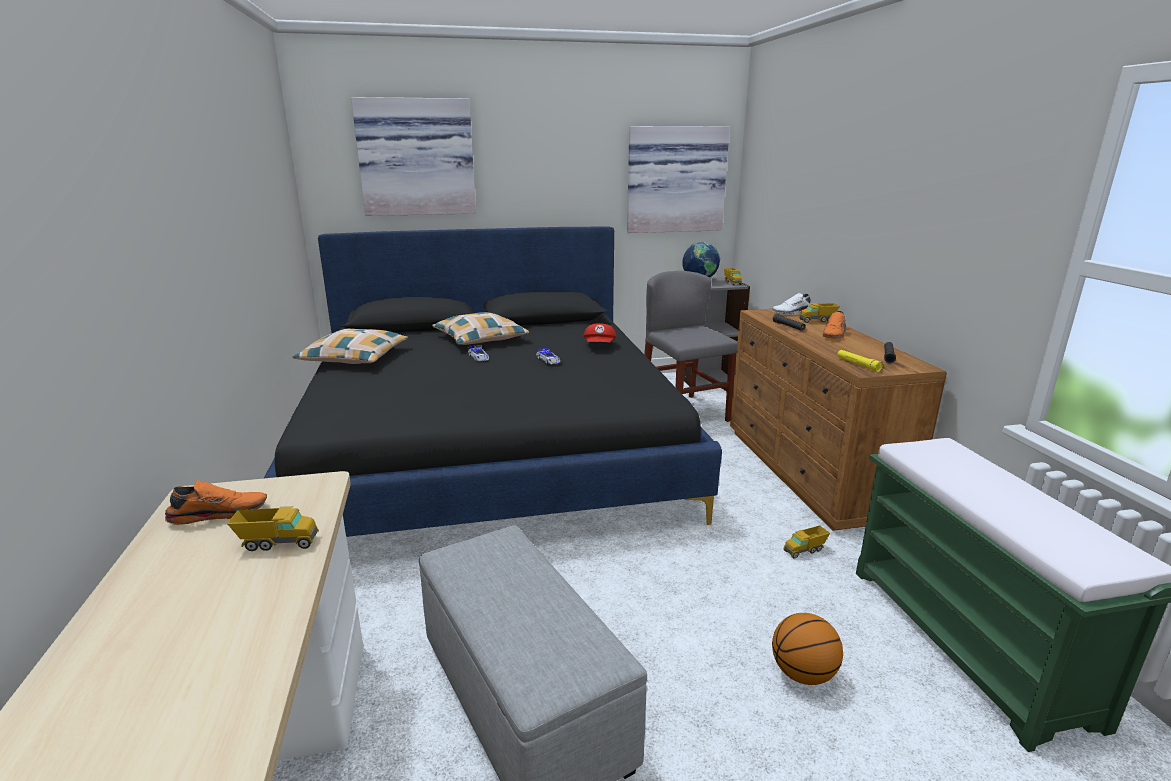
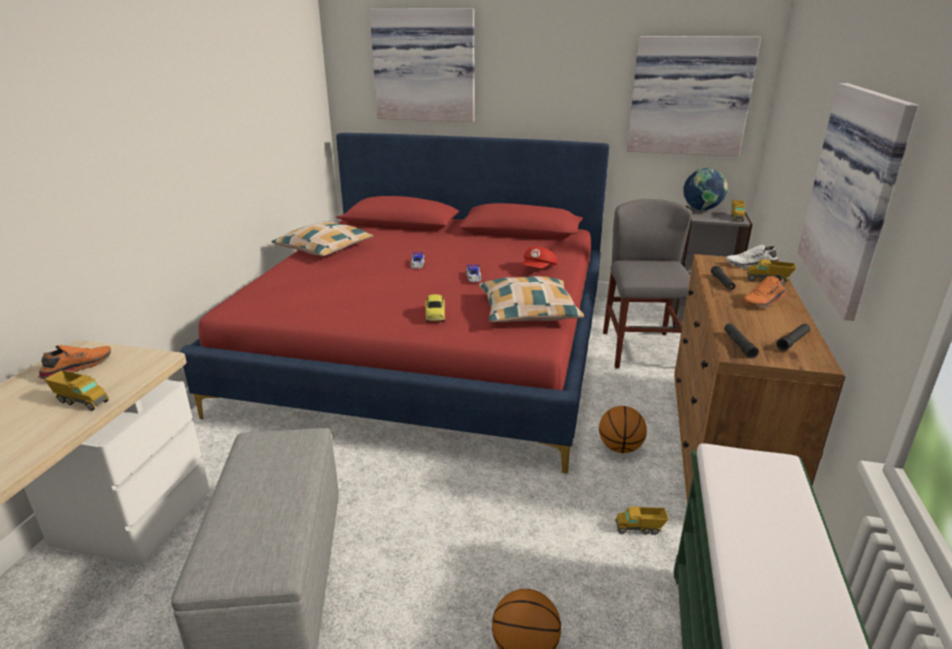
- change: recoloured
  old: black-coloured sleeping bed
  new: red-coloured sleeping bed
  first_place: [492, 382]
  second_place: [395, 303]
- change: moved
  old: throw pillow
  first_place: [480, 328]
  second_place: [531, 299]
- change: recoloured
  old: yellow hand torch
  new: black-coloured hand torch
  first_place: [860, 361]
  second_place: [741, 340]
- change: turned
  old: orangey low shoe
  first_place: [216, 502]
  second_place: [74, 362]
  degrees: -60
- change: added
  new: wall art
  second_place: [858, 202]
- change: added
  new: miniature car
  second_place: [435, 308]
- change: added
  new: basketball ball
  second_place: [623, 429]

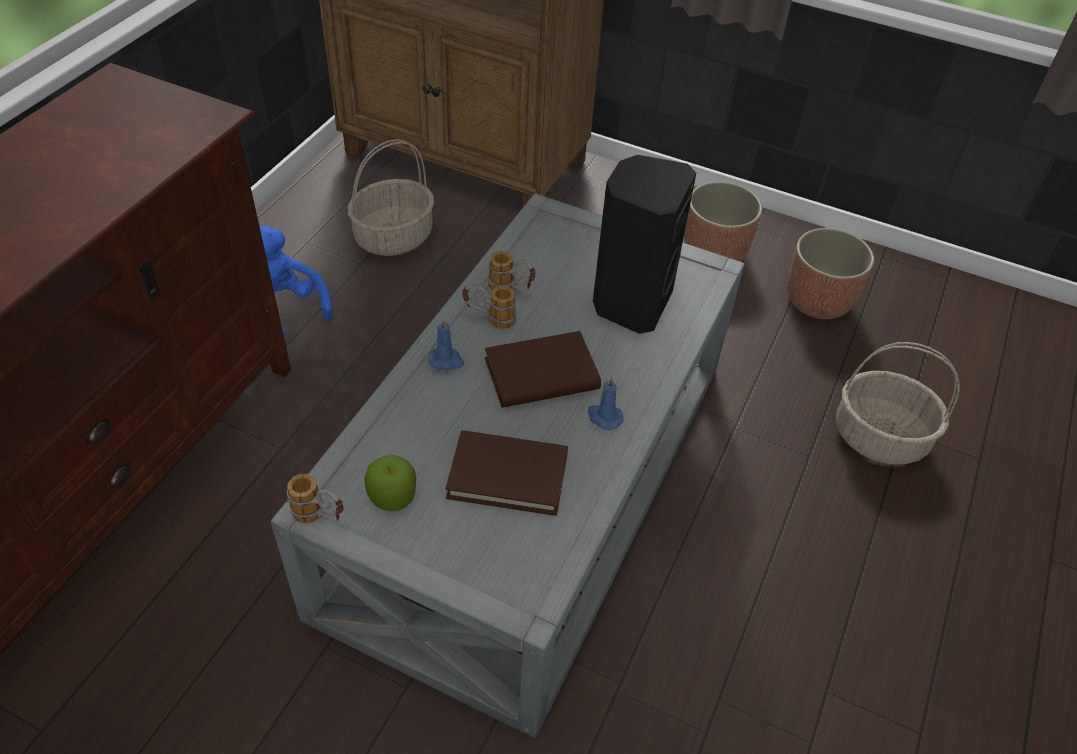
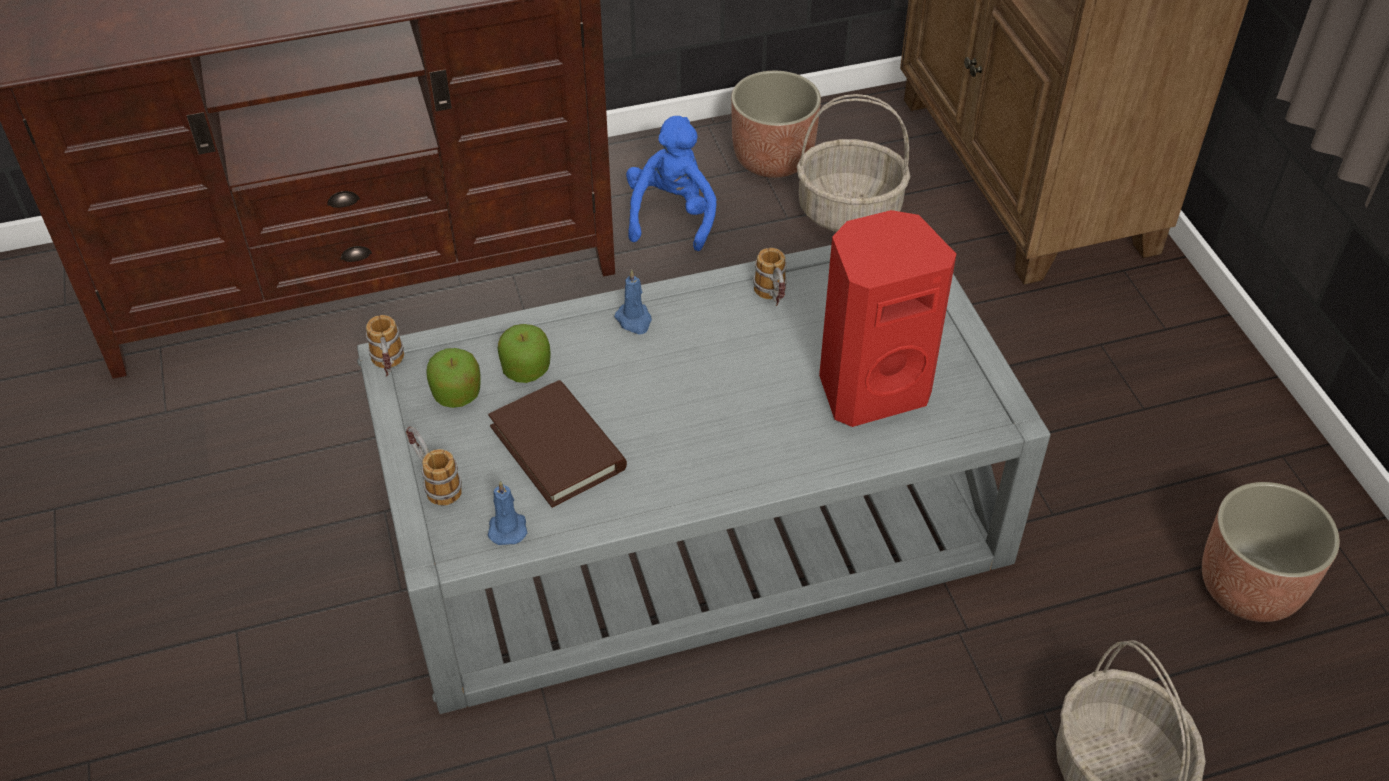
- change: recoloured
  old: black-coloured speaker
  new: red-coloured speaker
  first_place: [644, 244]
  second_place: [887, 318]
- change: moved
  old: flower pot
  first_place: [723, 221]
  second_place: [776, 124]
- change: moved
  old: mug
  first_place: [489, 306]
  second_place: [434, 466]
- change: removed
  old: brown volume
  first_place: [543, 369]
- change: moved
  old: bluish candle
  first_place: [605, 403]
  second_place: [507, 513]
- change: added
  new: whole apple
  second_place: [524, 353]

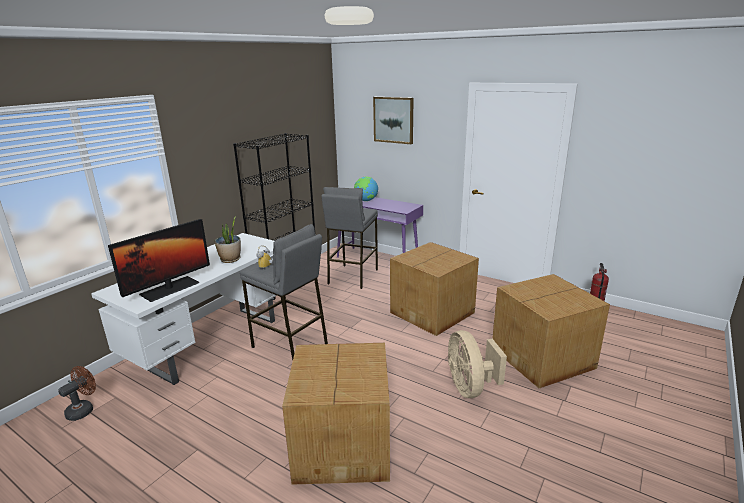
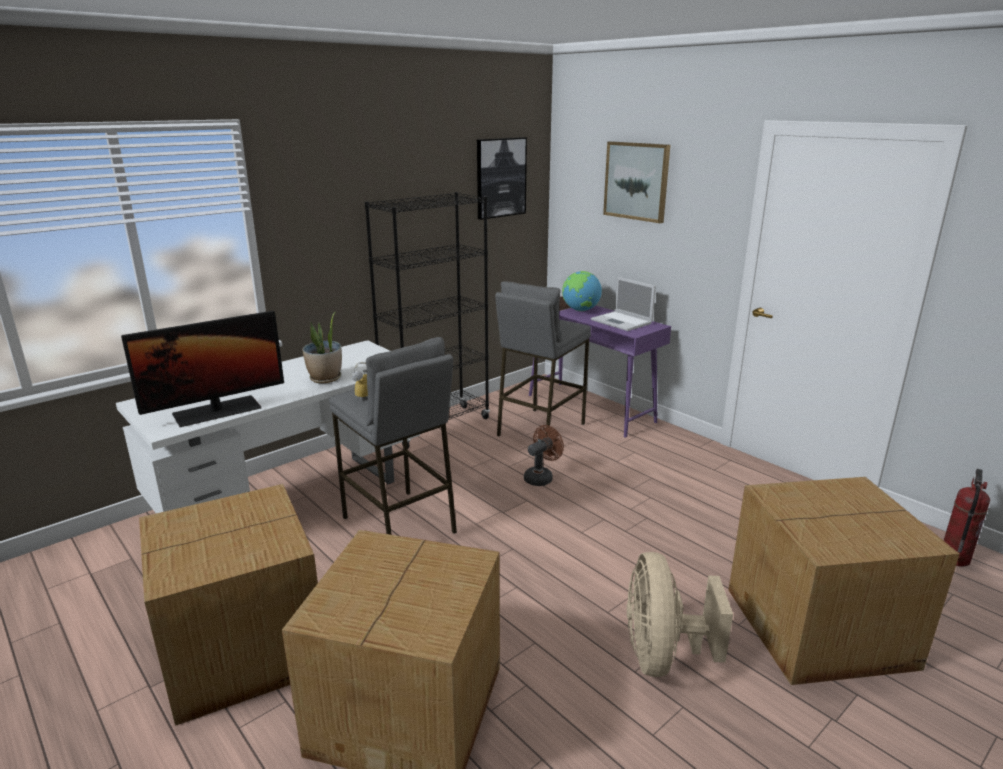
- change: moved
  old: cardboard box
  first_place: [434, 289]
  second_place: [228, 605]
- change: moved
  old: brown electric fan
  first_place: [77, 393]
  second_place: [544, 455]
- change: added
  new: wall art
  second_place: [502, 178]
- change: added
  new: notebook computer
  second_place: [623, 304]

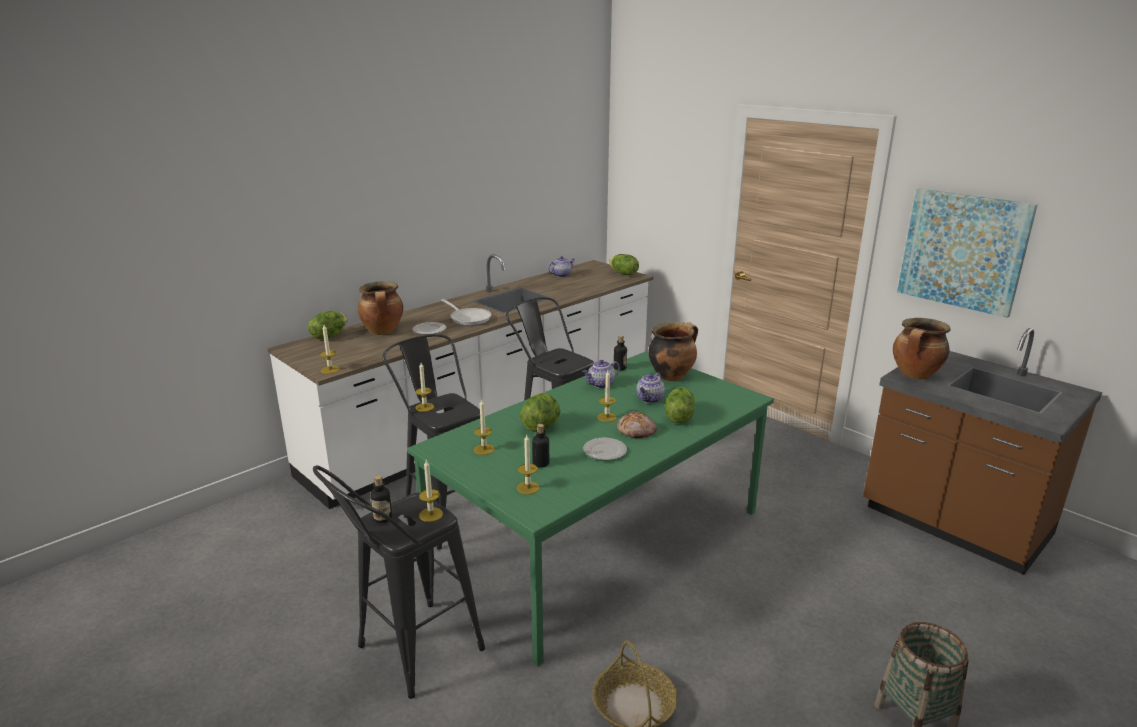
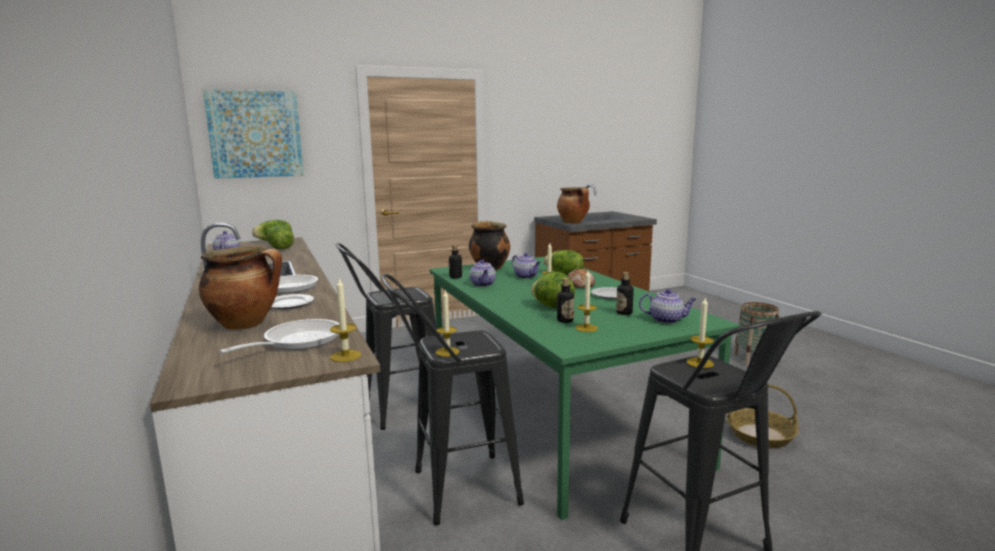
- change: moved
  old: wall art
  first_place: [967, 253]
  second_place: [253, 134]
- change: moved
  old: lettuce head
  first_place: [327, 325]
  second_place: [280, 237]
- change: replaced
  old: candle
  new: teapot
  first_place: [528, 465]
  second_place: [668, 306]
- change: moved
  old: bottle
  first_place: [381, 499]
  second_place: [565, 300]
- change: added
  new: frying pan
  second_place: [279, 336]

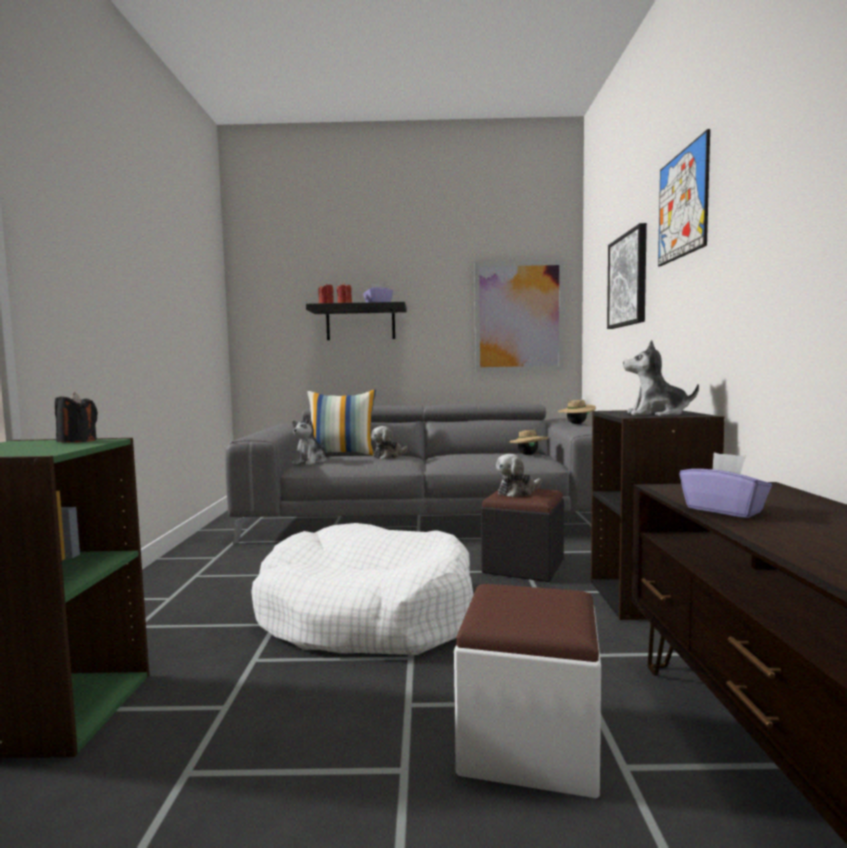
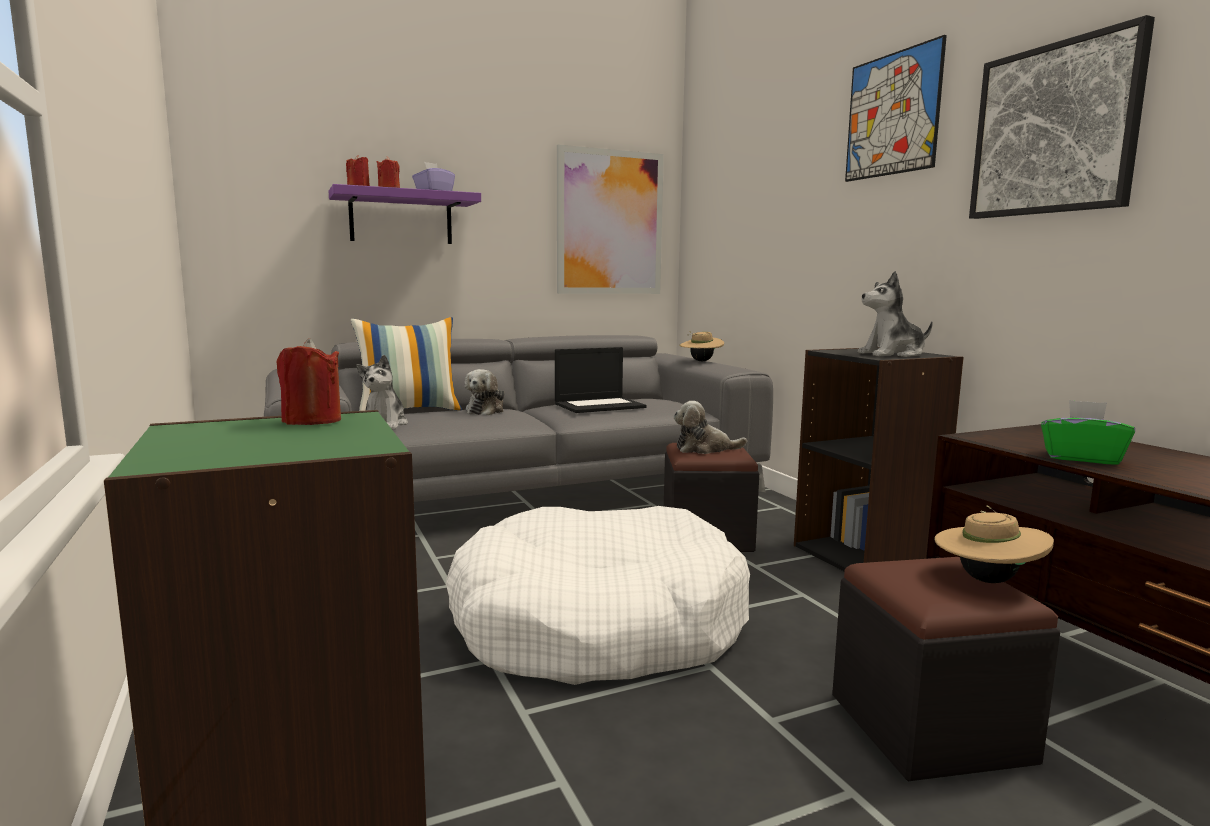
- change: moved
  old: wall art
  first_place: [627, 276]
  second_place: [1062, 117]
- change: recoloured
  old: black-coloured shelf
  new: purple shelf
  first_place: [356, 321]
  second_place: [405, 214]
- change: recoloured
  old: black-coloured candle
  new: red-coloured candle
  first_place: [76, 417]
  second_place: [309, 381]
- change: moved
  old: beige wearable hat
  first_place: [528, 442]
  second_place: [994, 544]
- change: recoloured
  old: purple tissue holder
  new: greenish tissue holder
  first_place: [726, 485]
  second_place: [1088, 432]
- change: turned
  old: soft toy
  first_place: [518, 475]
  second_place: [710, 427]
  degrees: 60
- change: recoloured
  old: whitish footrest
  new: black-coloured footrest
  first_place: [527, 691]
  second_place: [946, 669]
- change: added
  new: notebook computer
  second_place: [601, 380]

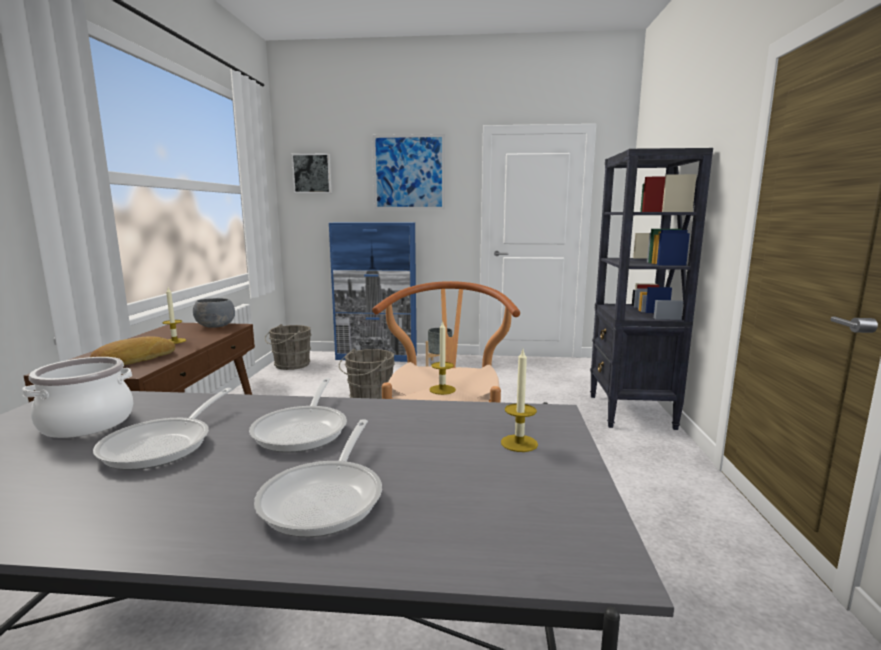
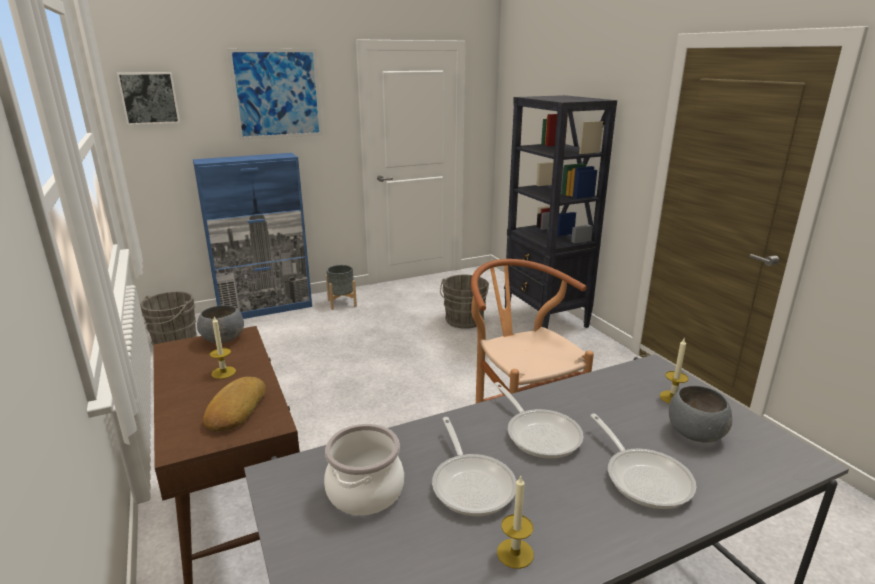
- change: moved
  old: candle
  first_place: [442, 358]
  second_place: [515, 522]
- change: moved
  old: gray bucket
  first_place: [367, 374]
  second_place: [464, 302]
- change: added
  new: gray deep dish
  second_place: [700, 414]

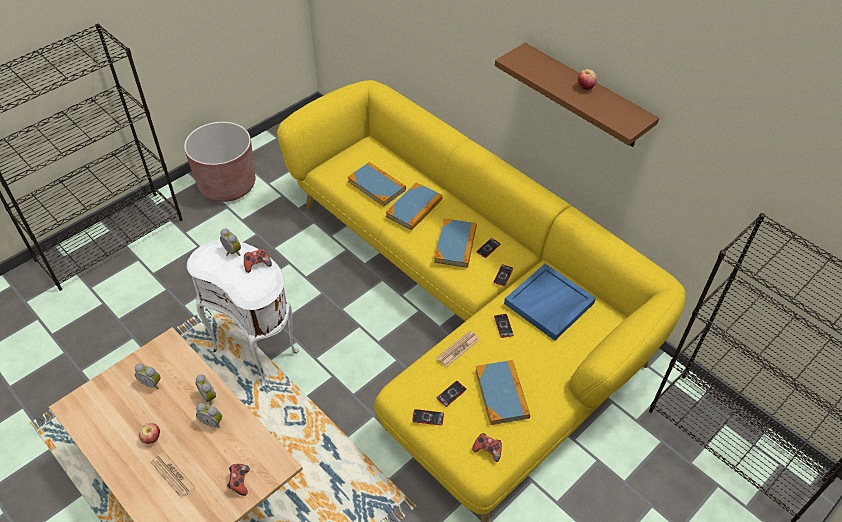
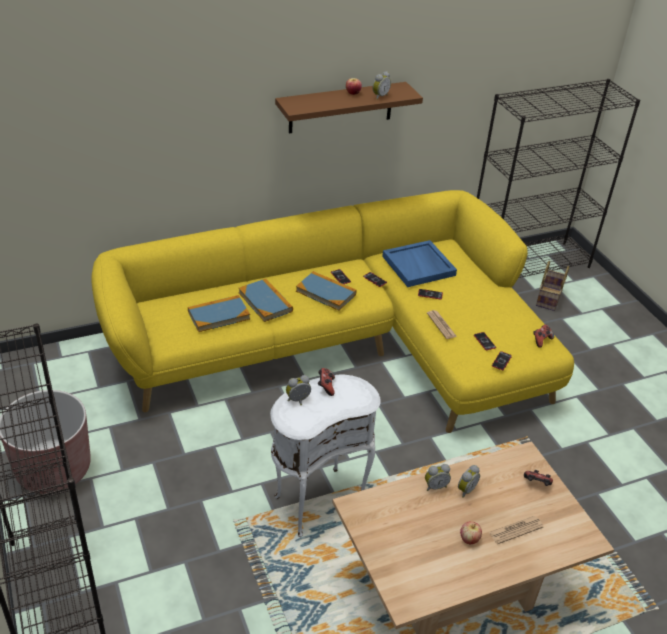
- change: removed
  old: volume
  first_place: [502, 392]
- change: moved
  old: table clock
  first_place: [148, 376]
  second_place: [382, 85]
- change: added
  new: basket
  second_place: [552, 286]

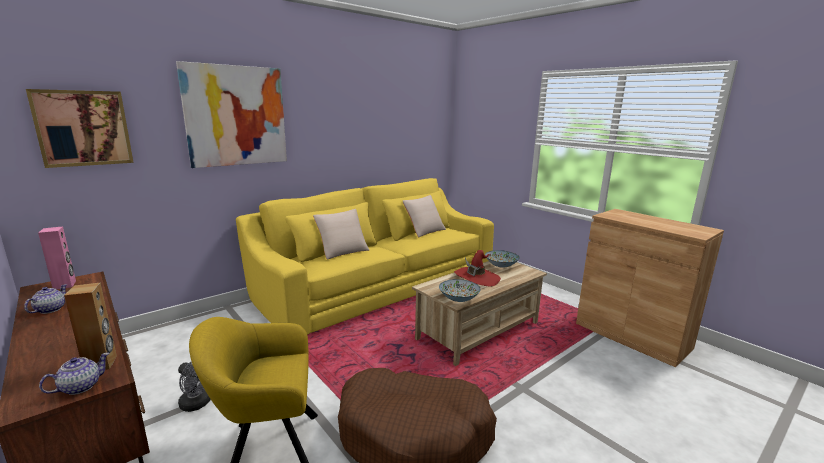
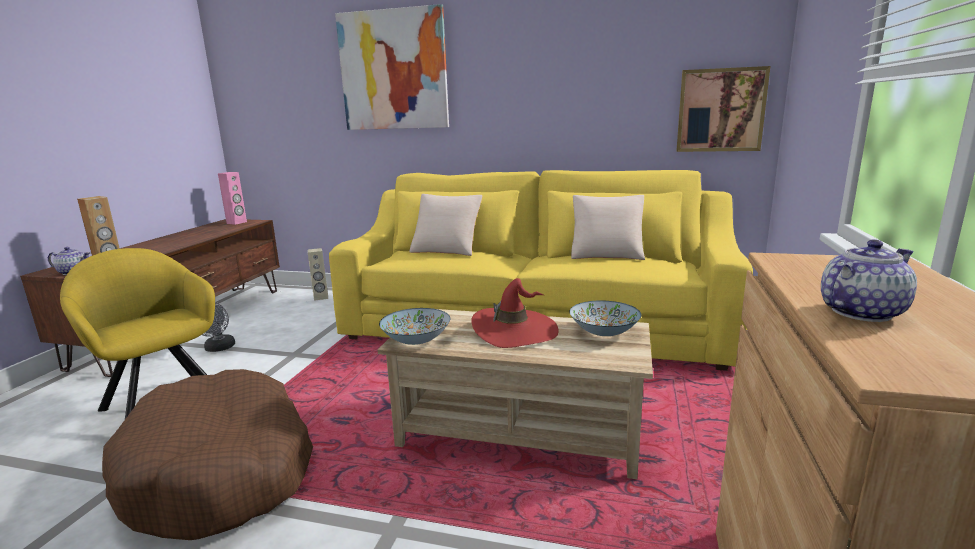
- change: moved
  old: wall art
  first_place: [80, 128]
  second_place: [723, 109]
- change: moved
  old: teapot
  first_place: [45, 299]
  second_place: [869, 280]
- change: added
  new: beige speaker
  second_place: [318, 274]

